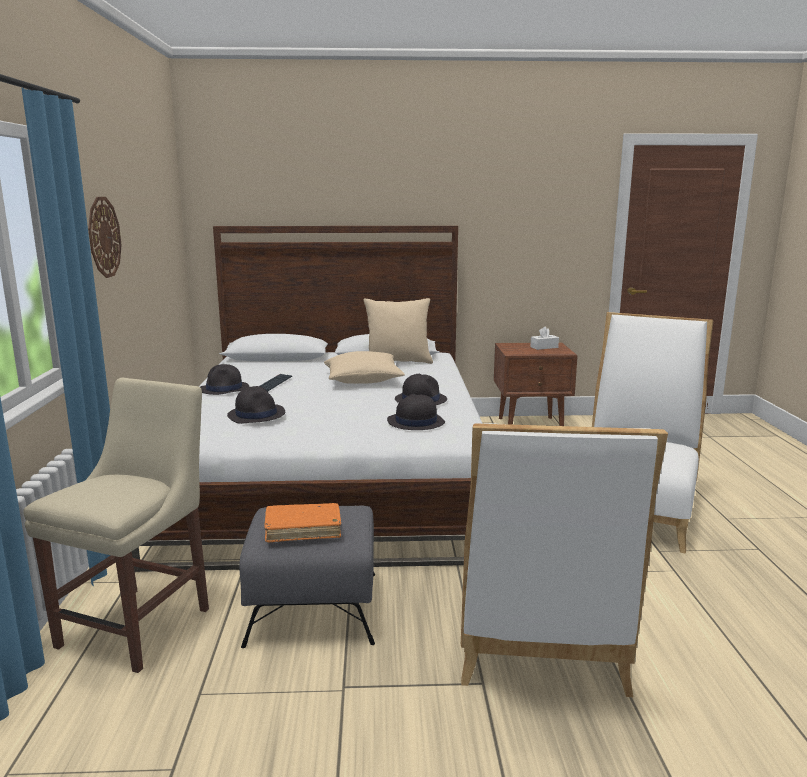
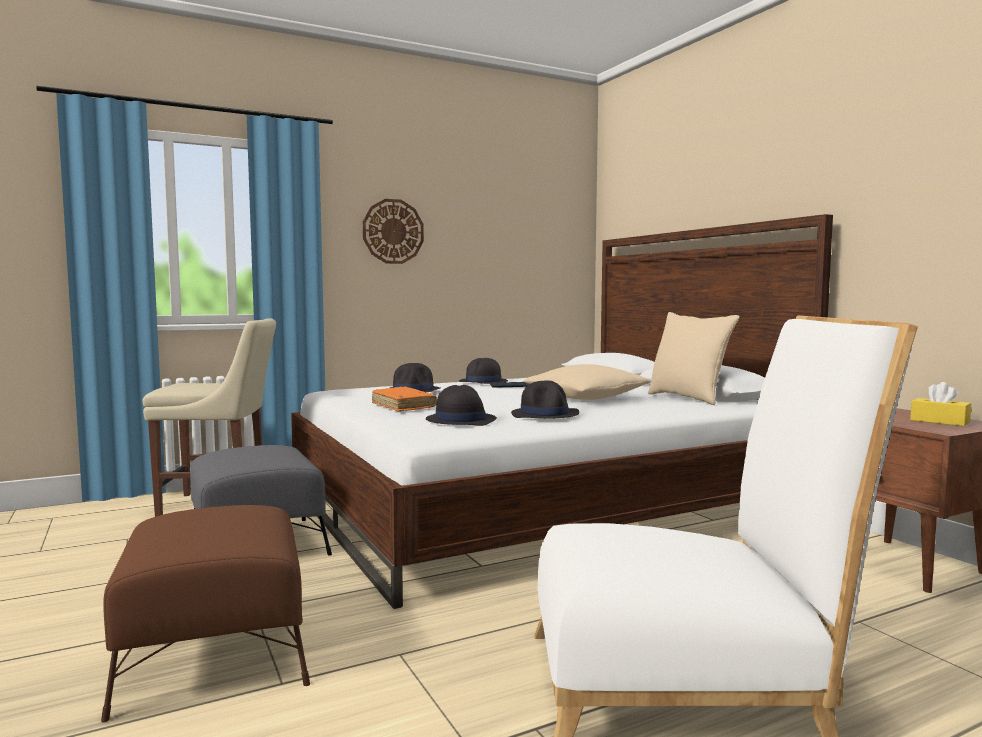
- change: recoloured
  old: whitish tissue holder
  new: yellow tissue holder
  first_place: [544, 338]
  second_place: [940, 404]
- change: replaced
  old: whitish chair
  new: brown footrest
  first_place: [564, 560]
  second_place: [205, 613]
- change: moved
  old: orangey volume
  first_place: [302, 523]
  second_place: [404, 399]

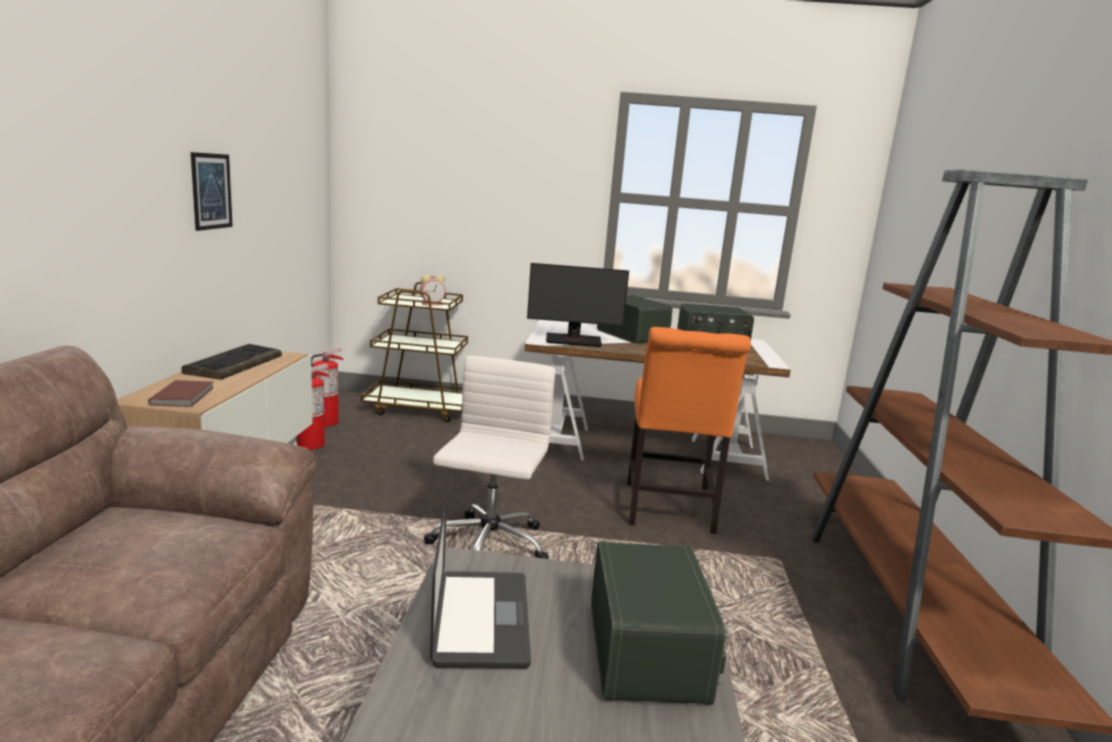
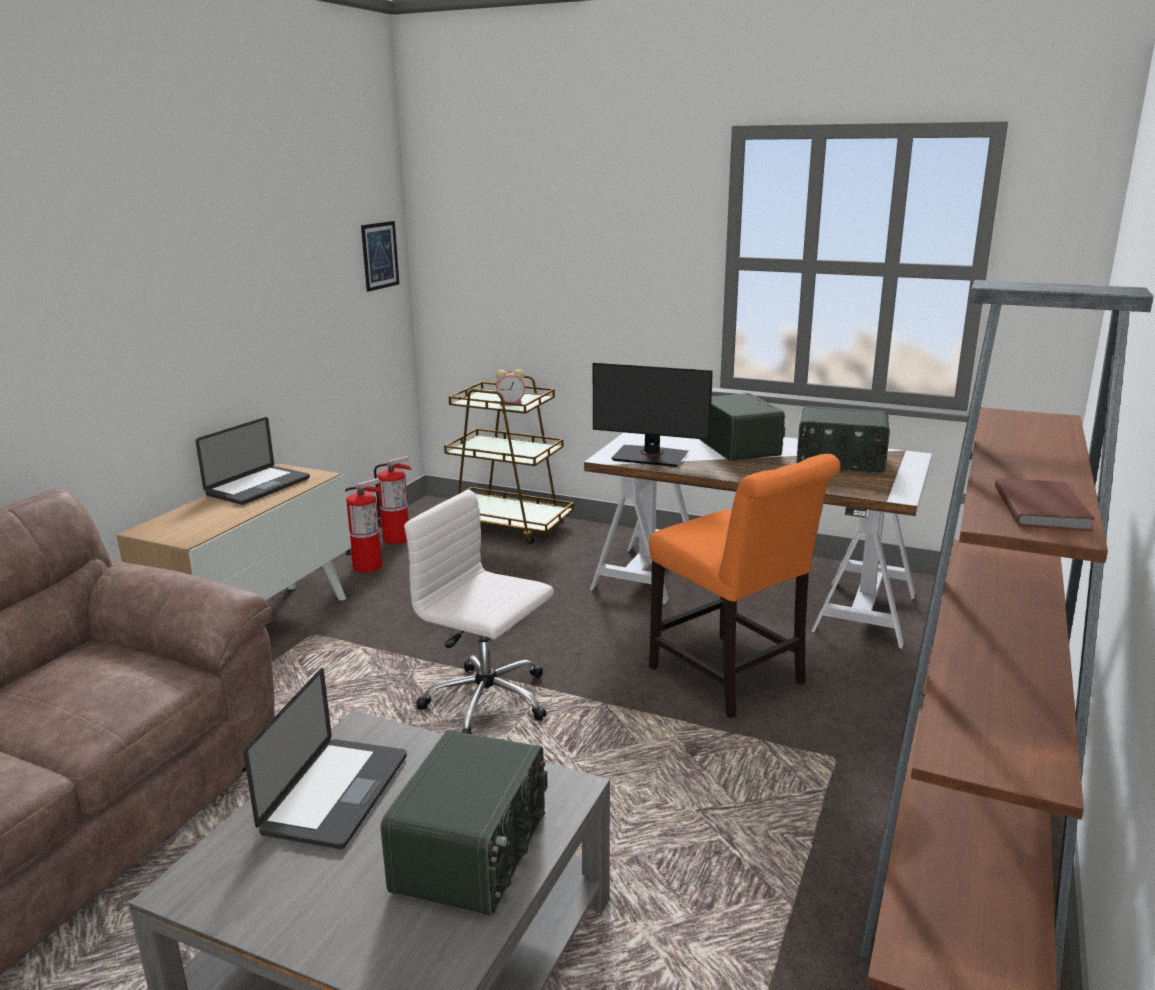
- change: moved
  old: wall art
  first_place: [212, 191]
  second_place: [380, 256]
- change: turned
  old: orangey chair
  first_place: [689, 430]
  second_place: [745, 586]
  degrees: -60
- change: replaced
  old: computer keyboard
  new: notebook computer
  first_place: [231, 362]
  second_place: [253, 461]
- change: turned
  old: whitish computer chair
  first_place: [489, 457]
  second_place: [479, 611]
  degrees: -90
- change: moved
  old: brown volume
  first_place: [181, 393]
  second_place: [1045, 504]

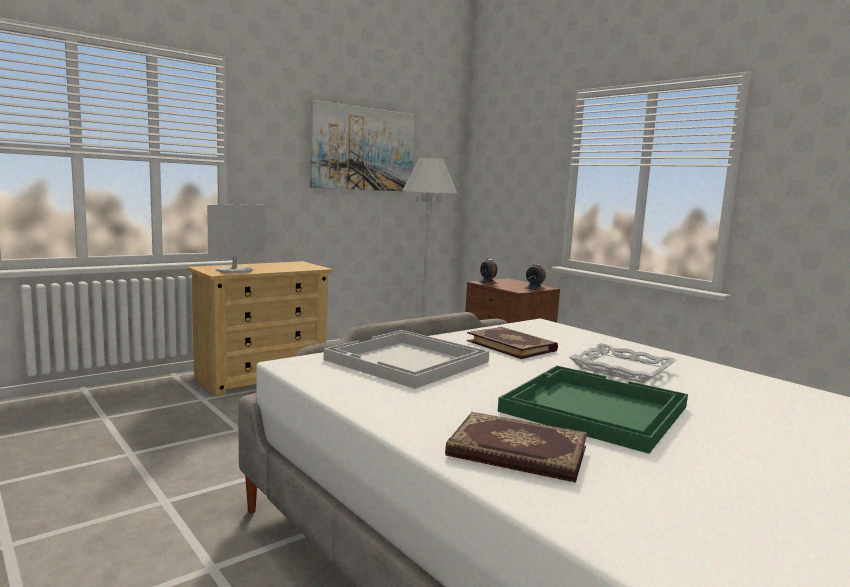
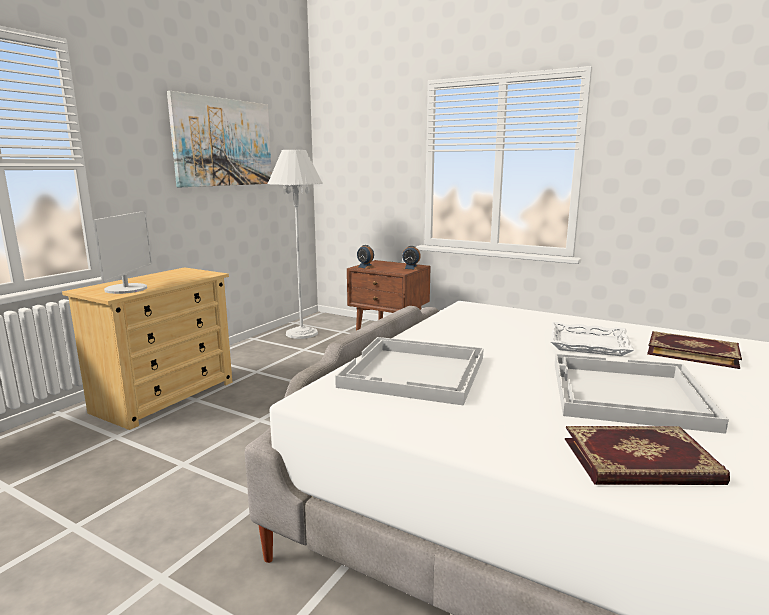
- change: moved
  old: volume
  first_place: [512, 343]
  second_place: [694, 350]
- change: recoloured
  old: greenish tray
  new: whitish tray
  first_place: [593, 410]
  second_place: [642, 394]

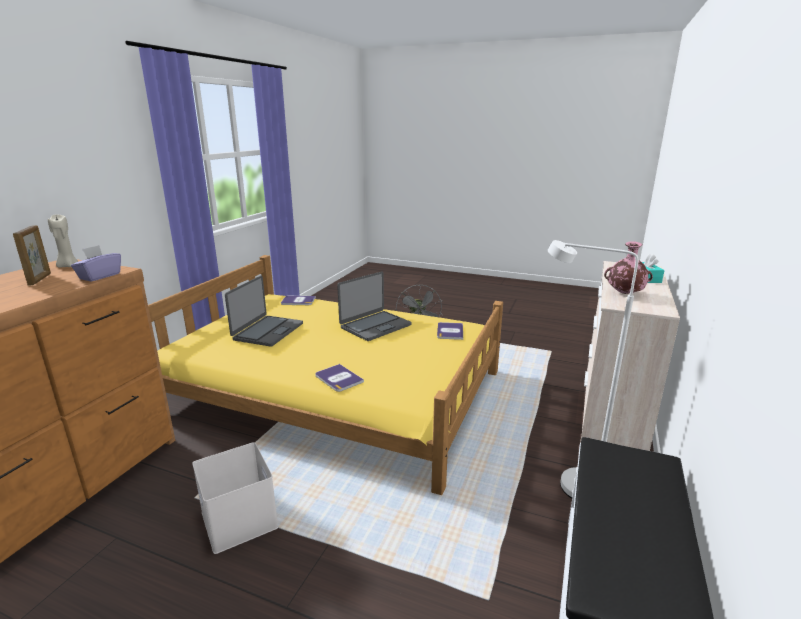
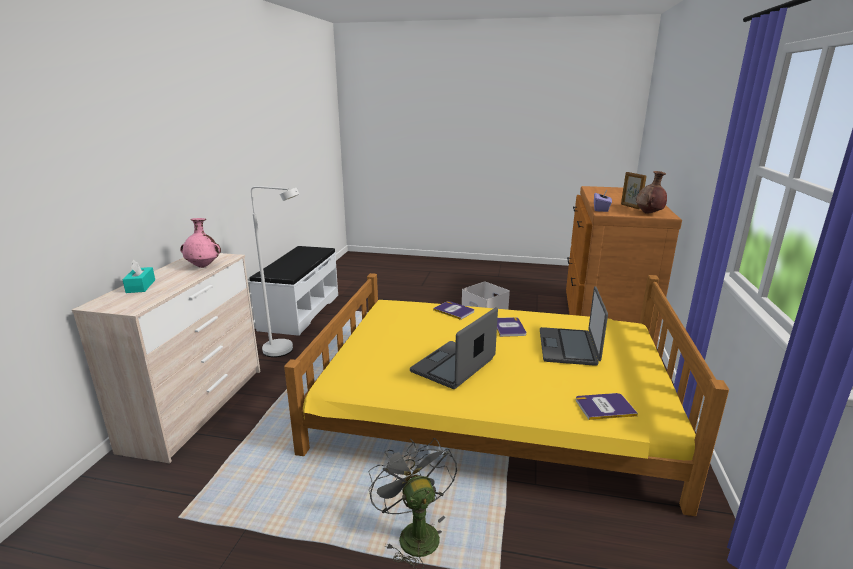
- change: replaced
  old: beige candle
  new: brown flower vase
  first_place: [63, 241]
  second_place: [651, 192]
- change: moved
  old: volume
  first_place: [450, 331]
  second_place: [511, 327]

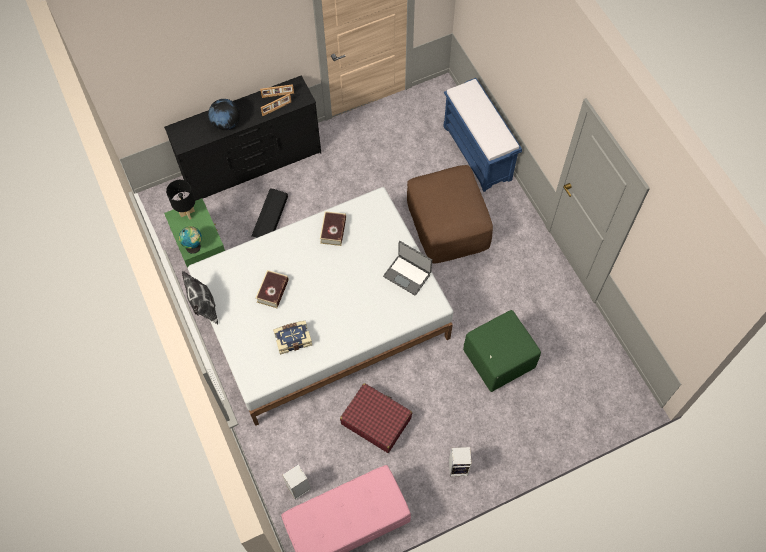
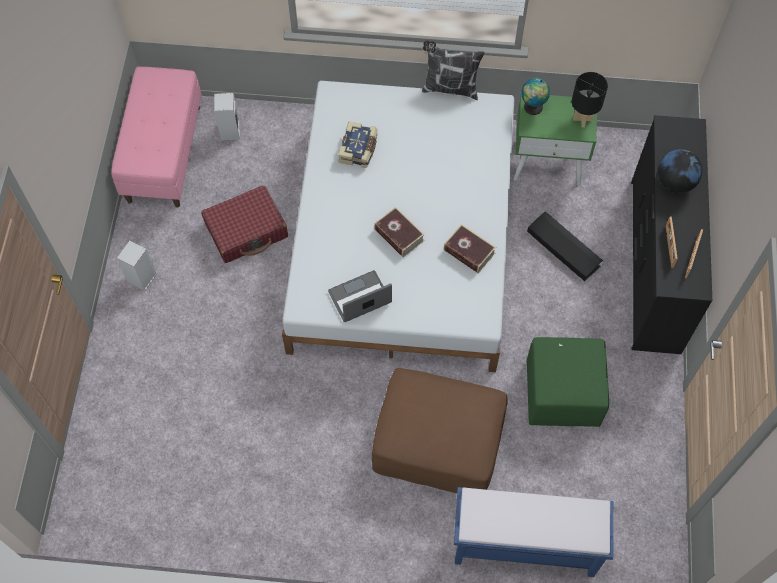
- change: moved
  old: volume
  first_place: [272, 289]
  second_place: [399, 232]
- change: moved
  old: greenish footrest
  first_place: [502, 351]
  second_place: [568, 382]

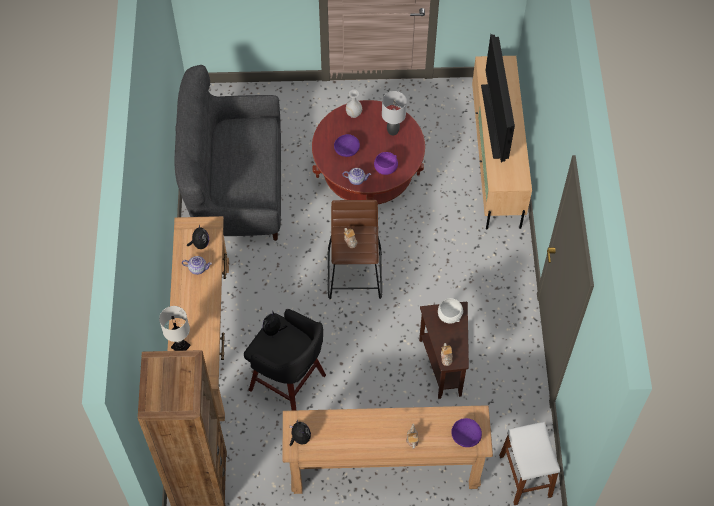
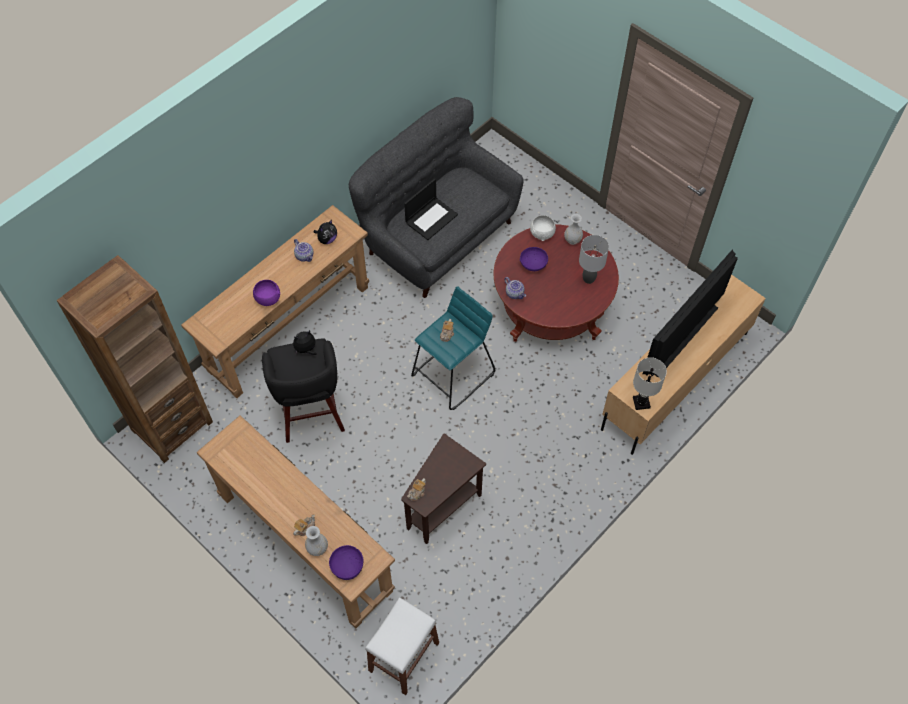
- change: moved
  old: purple deep dish
  first_place: [386, 163]
  second_place: [266, 293]
- change: recoloured
  old: brown stool
  new: blue-green stool
  first_place: [355, 249]
  second_place: [453, 348]
- change: moved
  old: whitish deep dish
  first_place: [450, 311]
  second_place: [543, 228]
- change: moved
  old: whitish table lamp
  first_place: [175, 328]
  second_place: [650, 383]
- change: removed
  old: soft toy
  first_place: [300, 432]
- change: added
  new: notebook computer
  second_place: [431, 209]
- change: added
  new: whitish flower vase
  second_place: [316, 541]

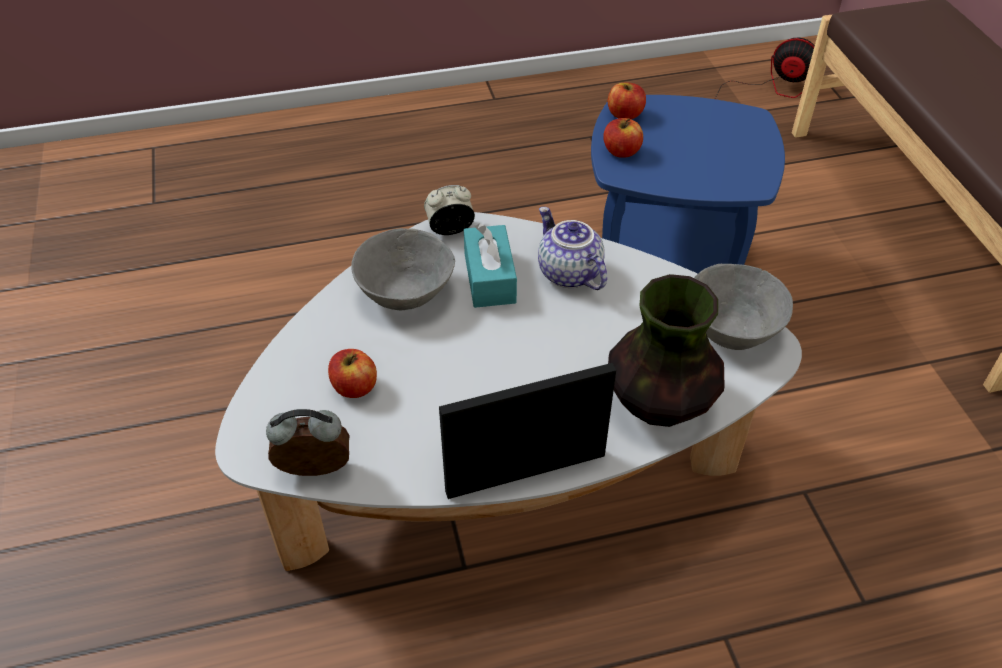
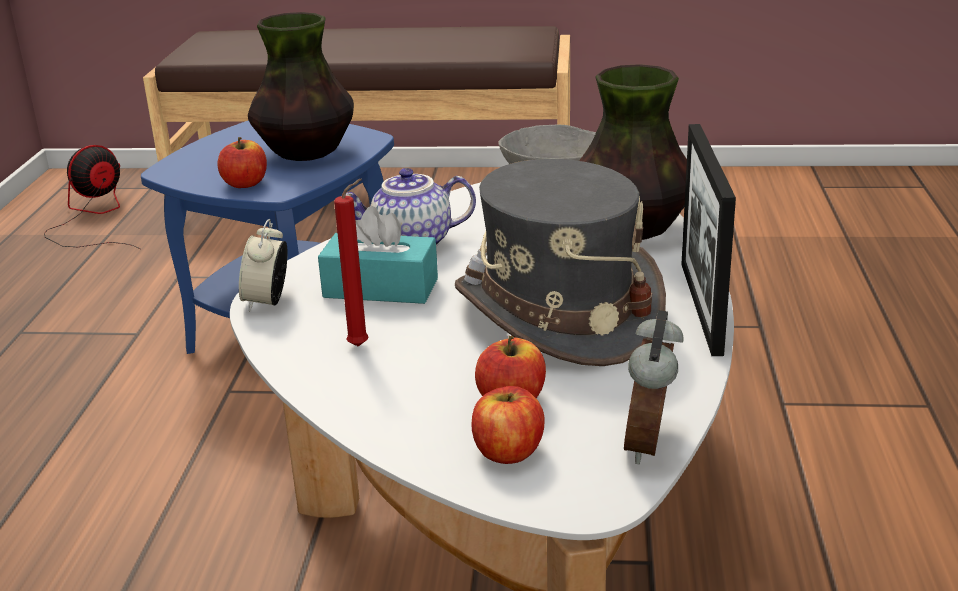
- change: moved
  old: whole apple
  first_place: [627, 100]
  second_place: [508, 425]
- change: replaced
  old: gray deep dish
  new: red-coloured candle
  first_place: [403, 269]
  second_place: [351, 263]
- change: added
  new: flower vase
  second_place: [301, 86]
- change: added
  new: gray wearable hat
  second_place: [560, 262]

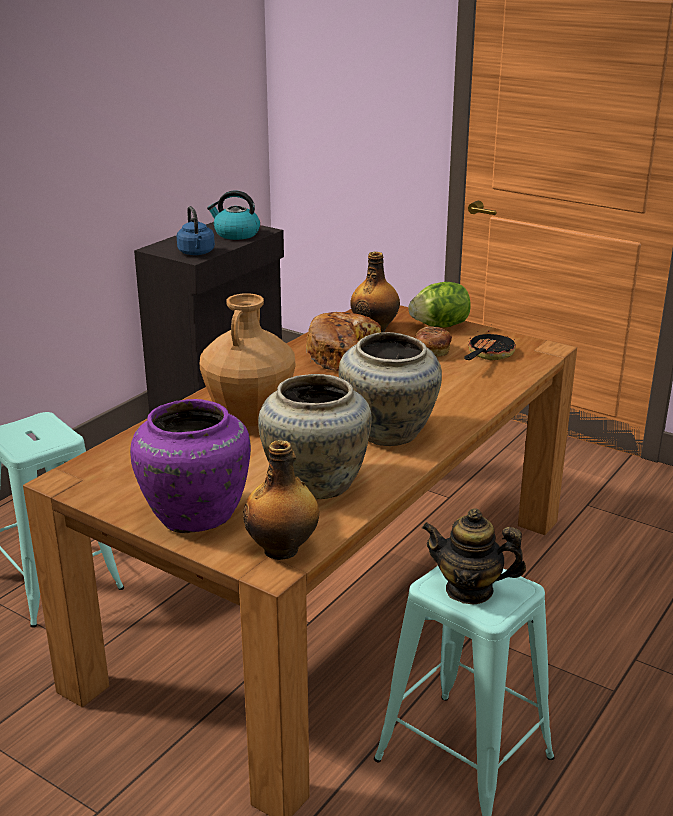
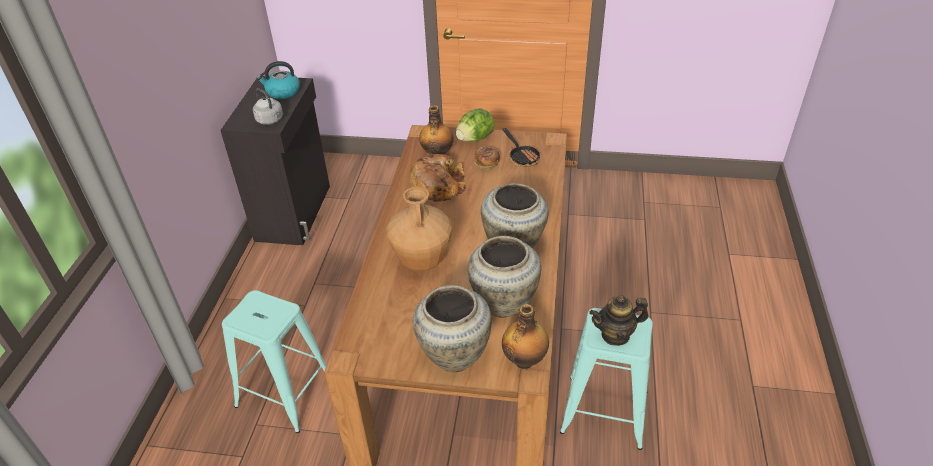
- change: recoloured
  old: bluish tea kettle
  new: gray tea kettle
  first_place: [196, 230]
  second_place: [268, 106]
- change: turned
  old: frying pan
  first_place: [490, 345]
  second_place: [522, 147]
  degrees: 150
- change: recoloured
  old: purple flower vase
  new: beige flower vase
  first_place: [190, 466]
  second_place: [452, 328]

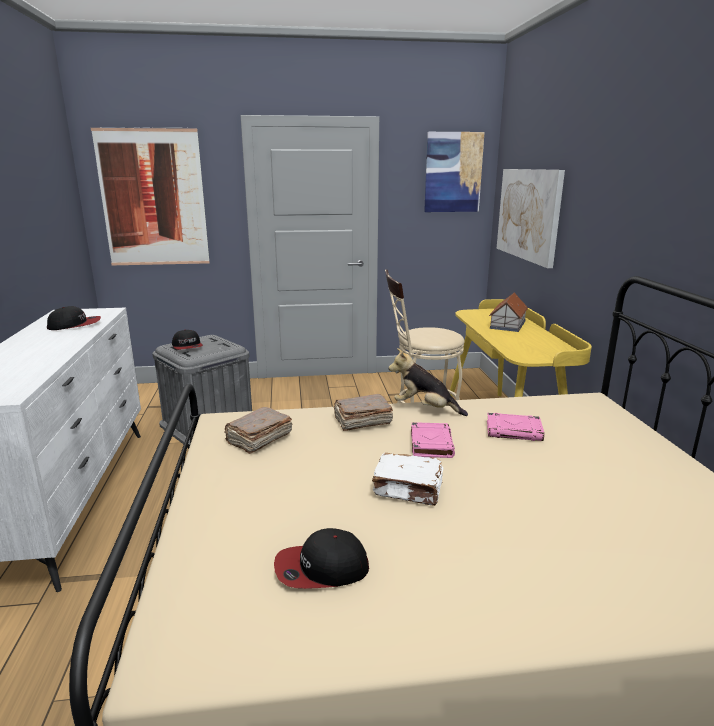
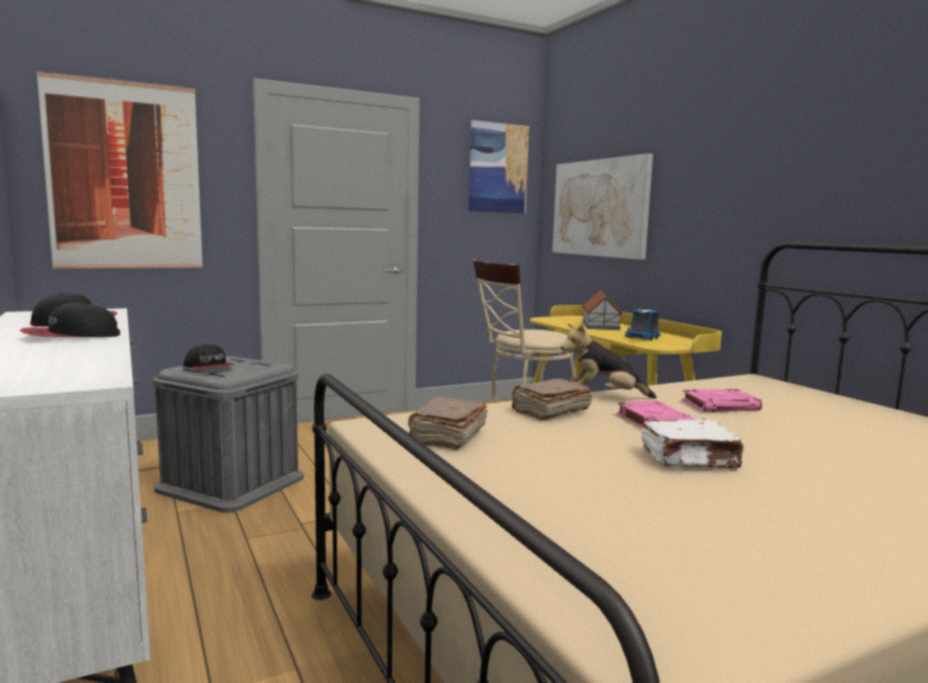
- change: moved
  old: peaked cap
  first_place: [321, 558]
  second_place: [70, 319]
- change: added
  new: toy truck
  second_place: [643, 325]

